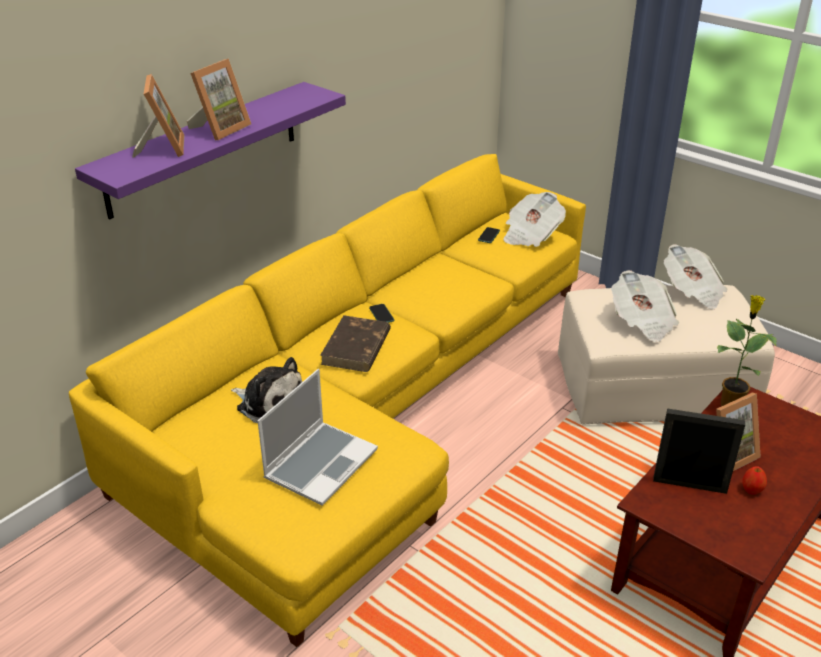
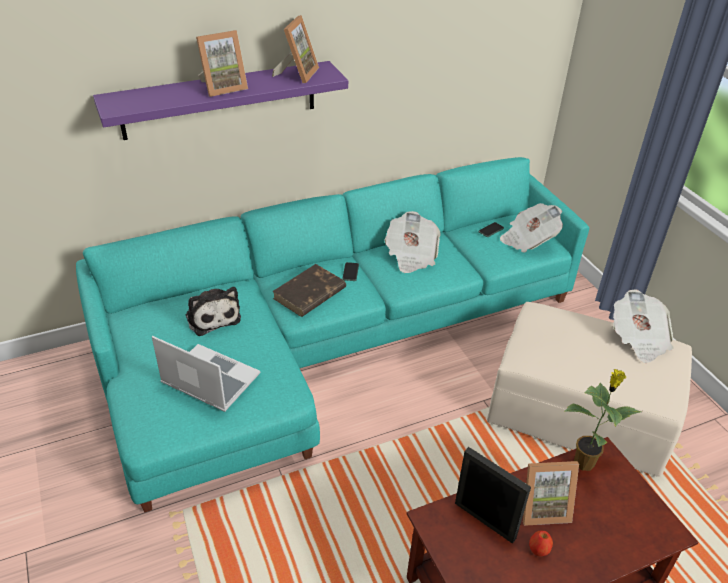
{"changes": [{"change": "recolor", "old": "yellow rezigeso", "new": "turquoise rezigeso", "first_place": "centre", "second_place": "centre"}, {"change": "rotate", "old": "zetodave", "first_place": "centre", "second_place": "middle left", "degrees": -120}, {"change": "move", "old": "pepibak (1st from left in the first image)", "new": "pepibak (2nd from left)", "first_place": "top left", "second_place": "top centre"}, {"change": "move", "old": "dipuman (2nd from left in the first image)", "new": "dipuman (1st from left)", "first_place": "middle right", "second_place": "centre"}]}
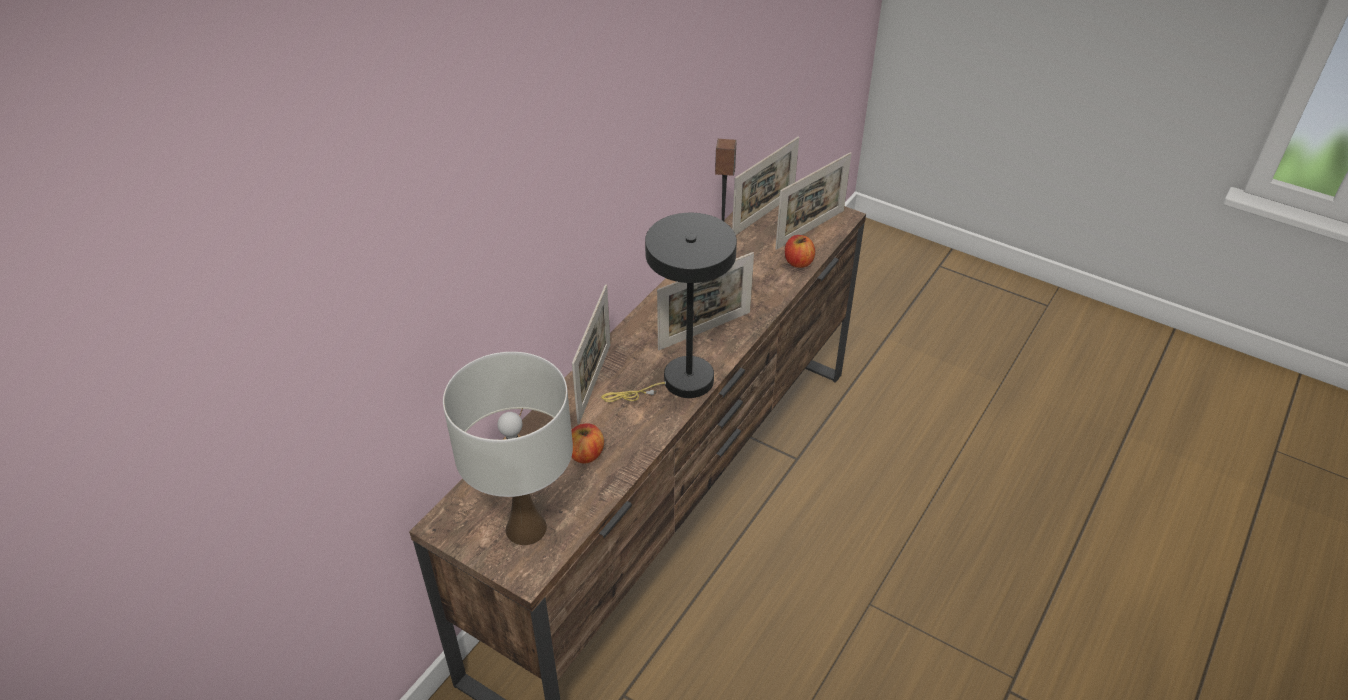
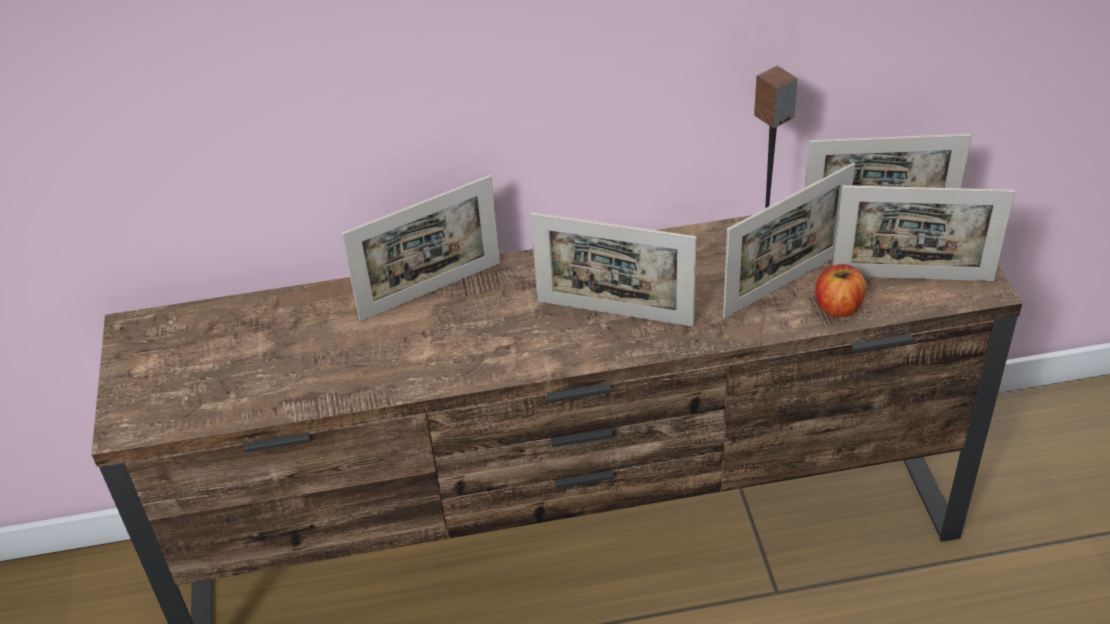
{"changes": [{"change": "insert", "new": "pepibak (3rd from left)", "second_place": "middle right"}, {"change": "delete", "old": "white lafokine", "first_place": "centre"}, {"change": "delete", "old": "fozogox (1st from left)", "first_place": "centre"}, {"change": "delete", "old": "black lafokine", "first_place": "centre"}]}
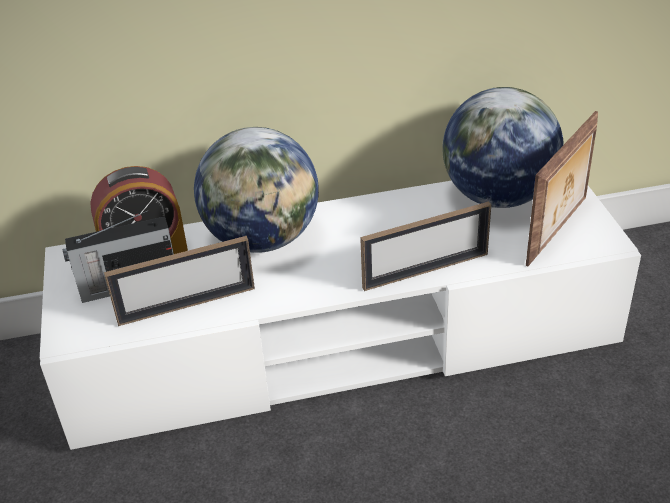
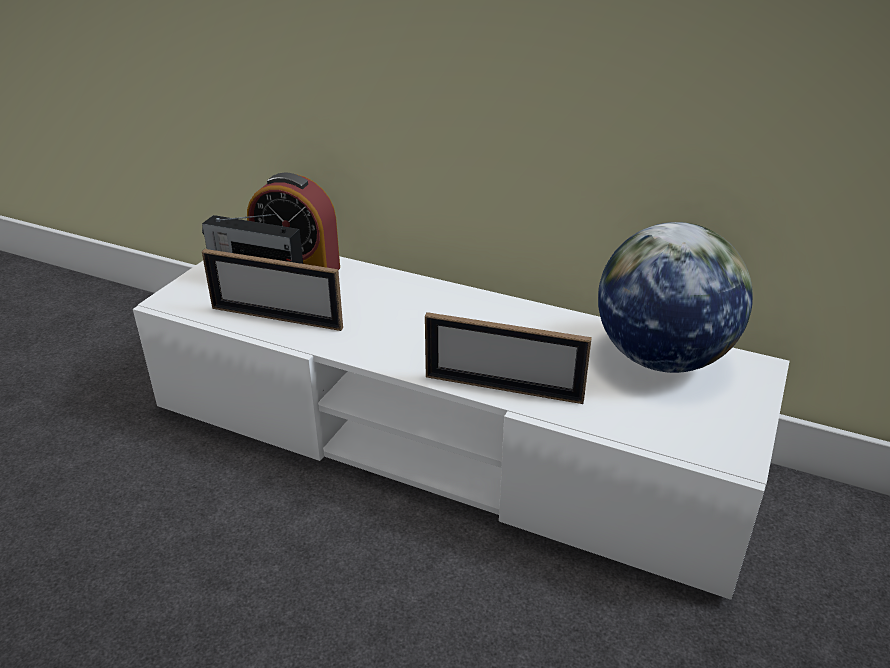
{"changes": [{"change": "delete", "old": "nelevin (1st from left)", "first_place": "centre"}, {"change": "delete", "old": "pepibak (3rd from left)", "first_place": "middle right"}]}
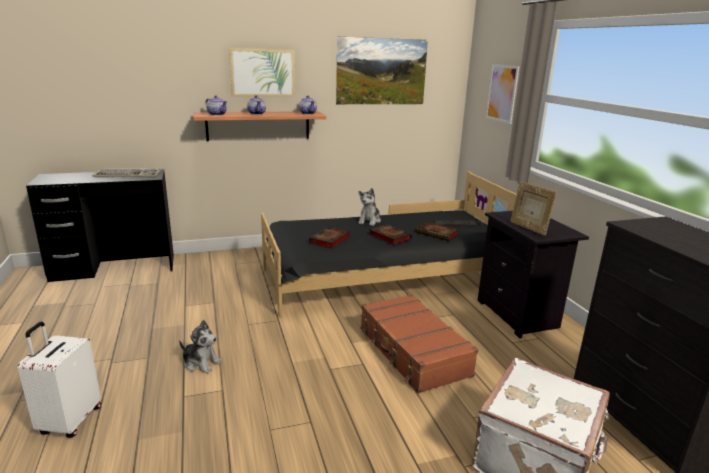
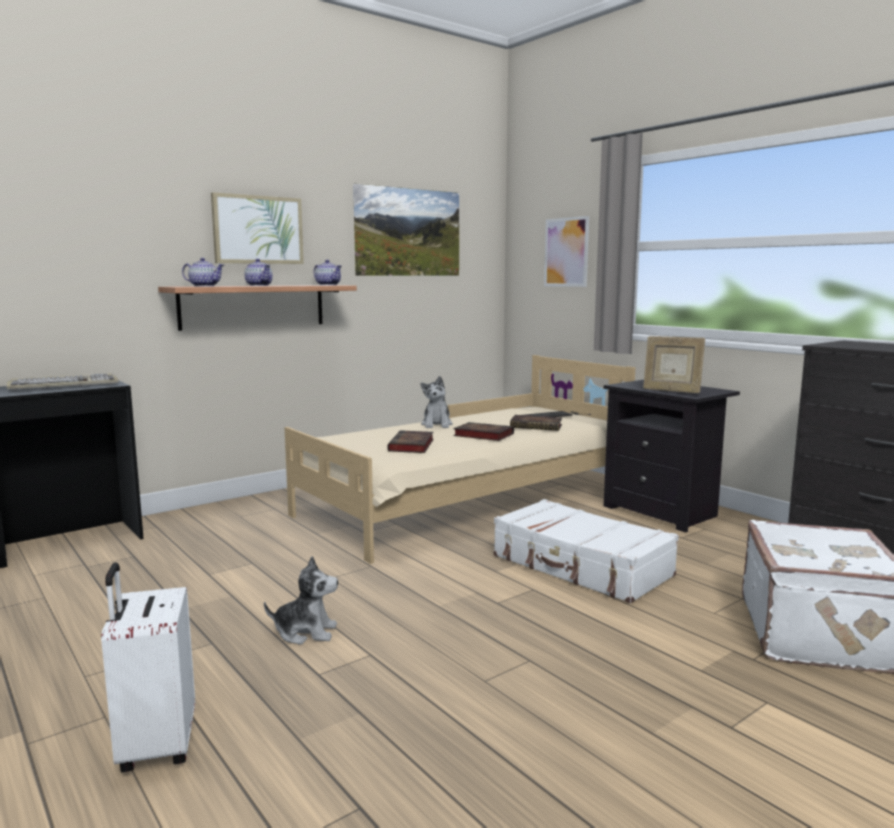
{"changes": [{"change": "recolor", "old": "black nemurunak", "new": "beige nemurunak", "first_place": "centre", "second_place": "centre"}, {"change": "recolor", "old": "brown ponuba", "new": "white ponuba (2nd from left)", "first_place": "bottom centre", "second_place": "centre"}]}
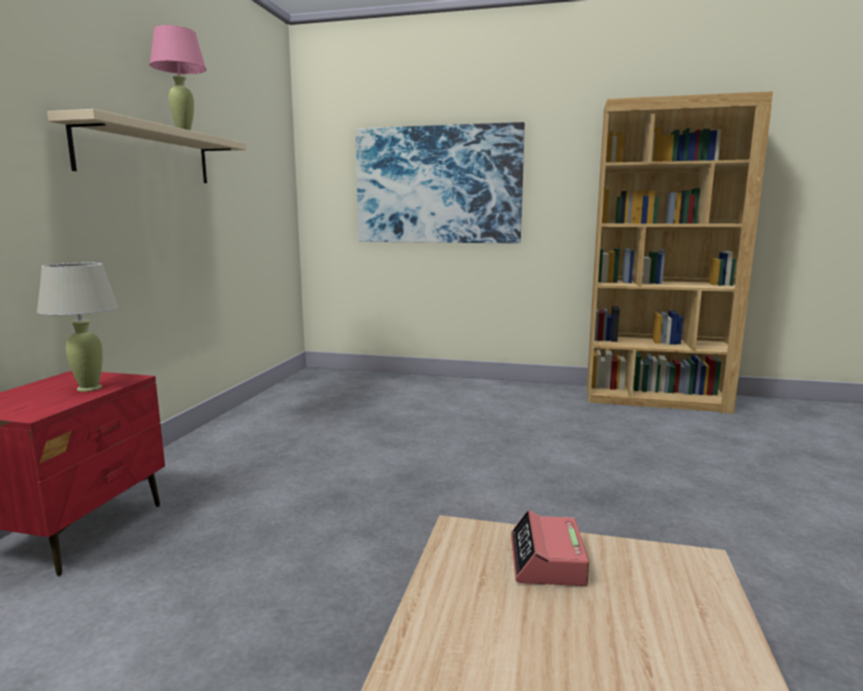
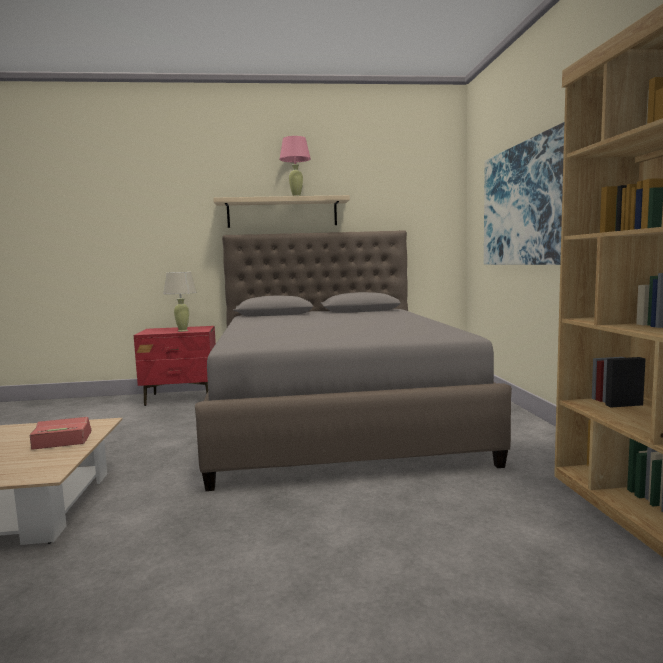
{"changes": [{"change": "insert", "new": "grey nemurunak", "second_place": "centre"}]}
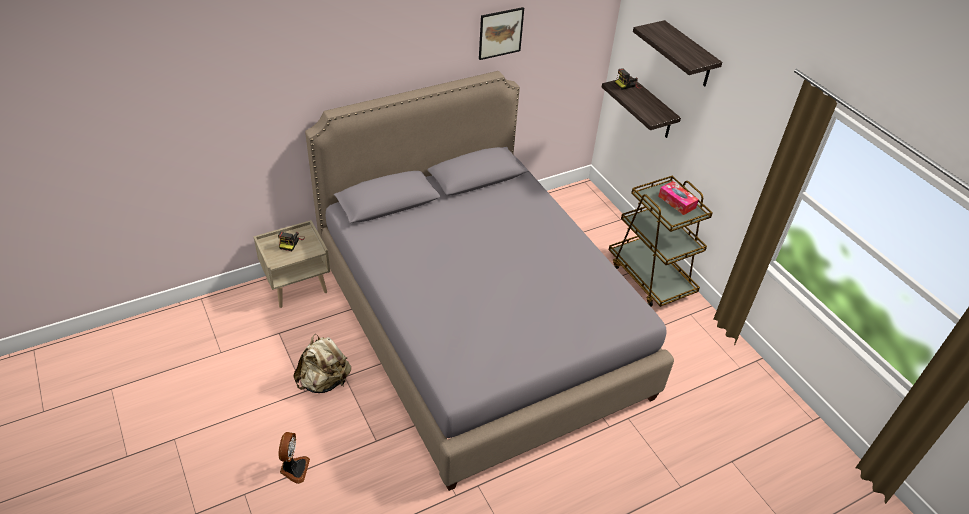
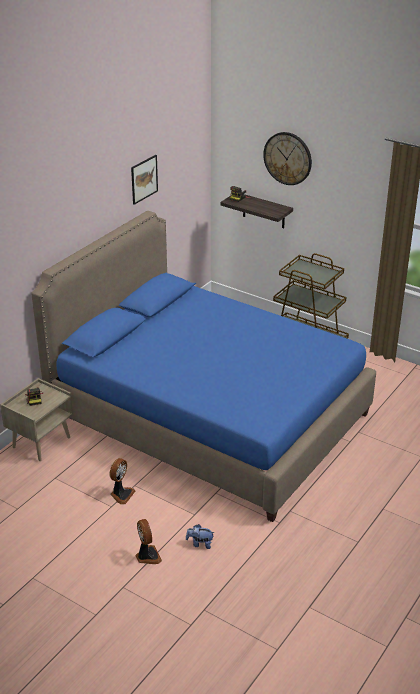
{"changes": [{"change": "recolor", "old": "grey nemurunak", "new": "blue nemurunak", "first_place": "centre", "second_place": "centre"}, {"change": "replace", "old": "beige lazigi", "new": "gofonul (1st from left)", "first_place": "bottom left", "second_place": "bottom left"}, {"change": "insert", "new": "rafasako", "second_place": "bottom centre"}, {"change": "replace", "old": "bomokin (2nd from left)", "new": "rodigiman", "first_place": "top right", "second_place": "top right"}, {"change": "delete", "old": "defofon", "first_place": "middle right"}]}
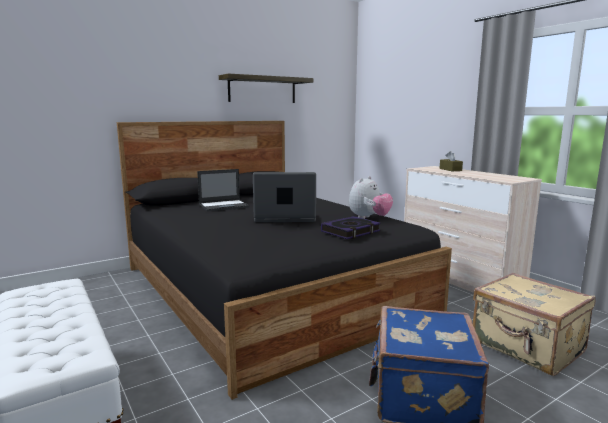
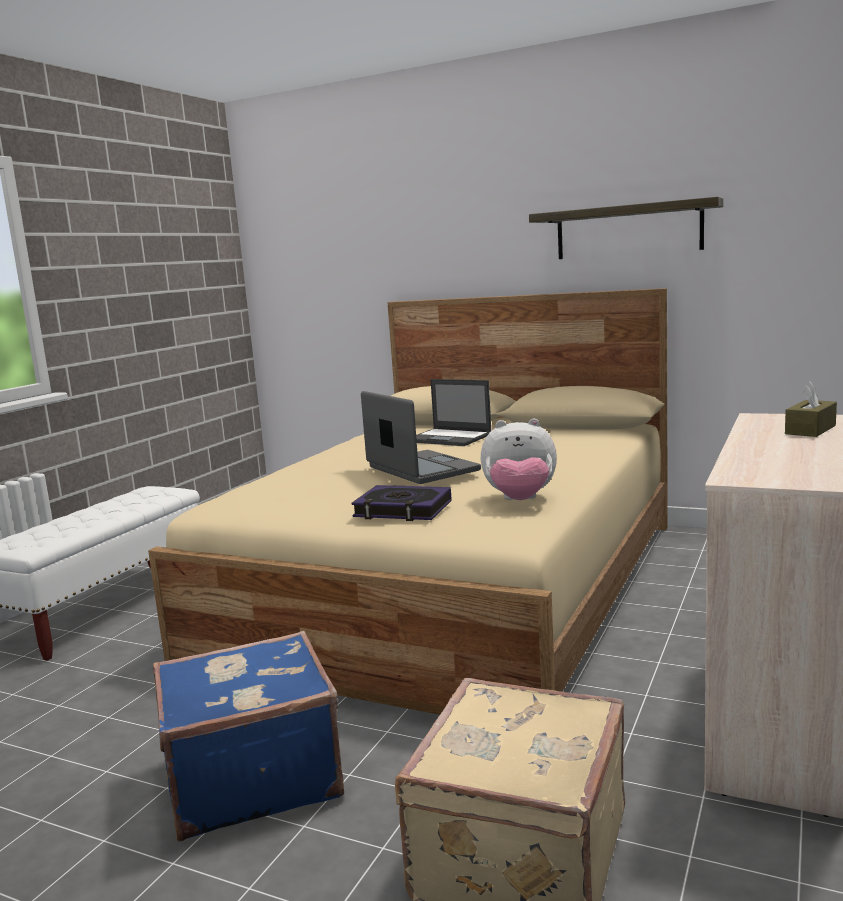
{"changes": [{"change": "recolor", "old": "black nemurunak", "new": "beige nemurunak", "first_place": "centre", "second_place": "centre"}]}
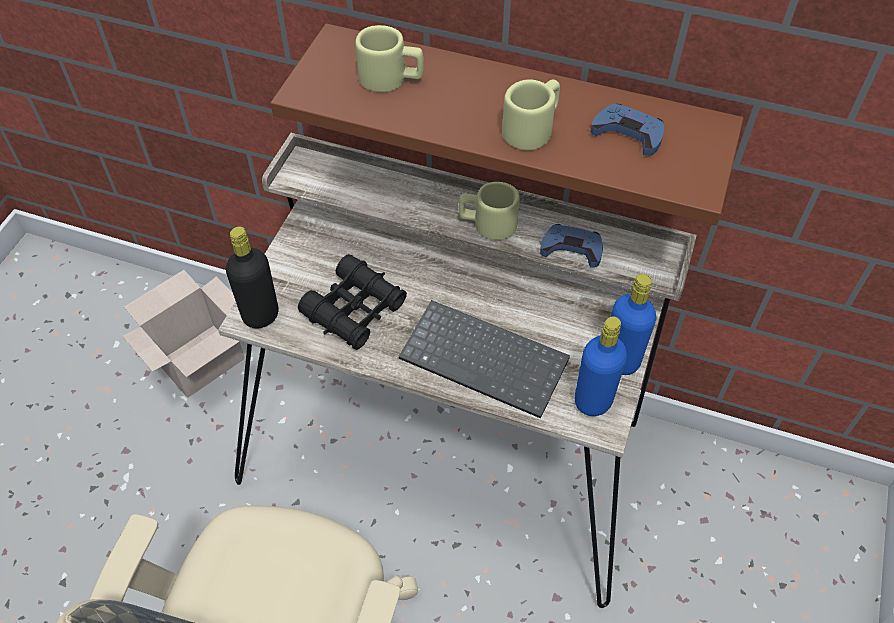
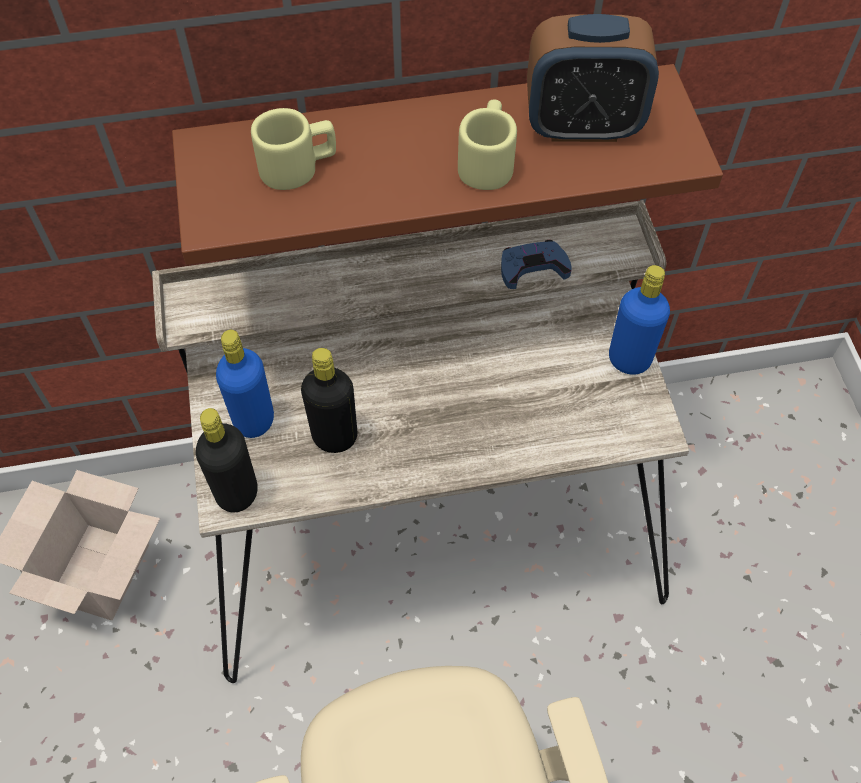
{"changes": [{"change": "move", "old": "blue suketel (1st from left)", "first_place": "middle right", "second_place": "middle left"}, {"change": "replace", "old": "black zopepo", "new": "black suketel (2nd from left)", "first_place": "centre", "second_place": "centre"}, {"change": "replace", "old": "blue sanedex (2nd from left)", "new": "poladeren", "first_place": "top right", "second_place": "top right"}, {"change": "delete", "old": "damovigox", "first_place": "centre"}, {"change": "delete", "old": "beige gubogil (2nd from left)", "first_place": "centre"}]}
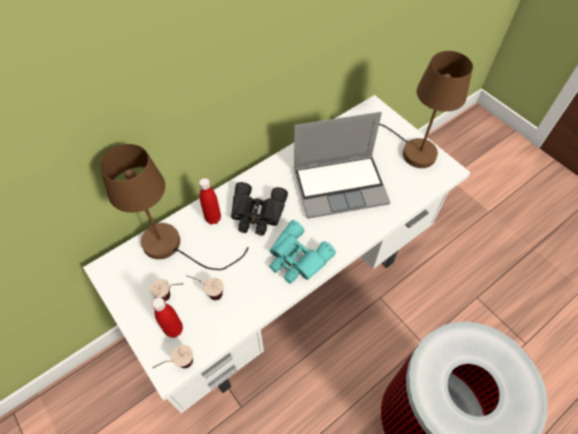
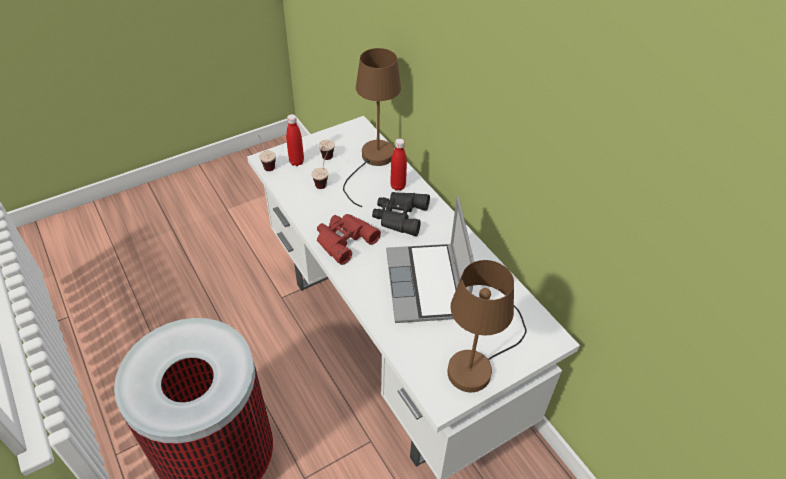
{"changes": [{"change": "recolor", "old": "turquoise zopepo", "new": "red zopepo", "first_place": "centre", "second_place": "centre"}]}
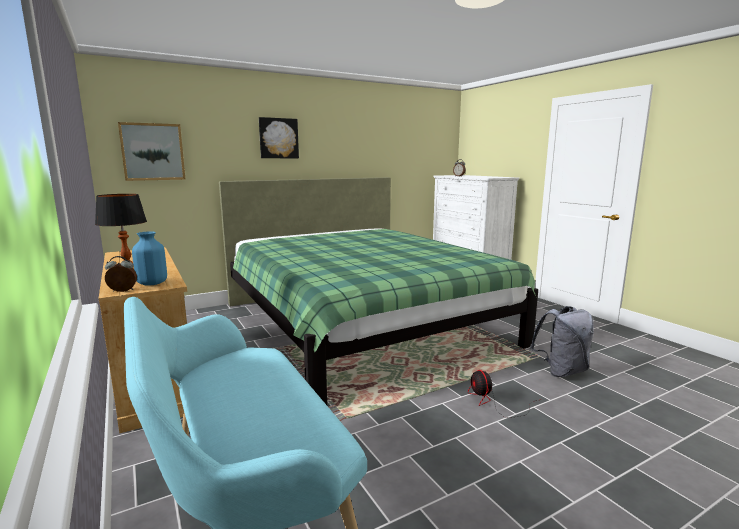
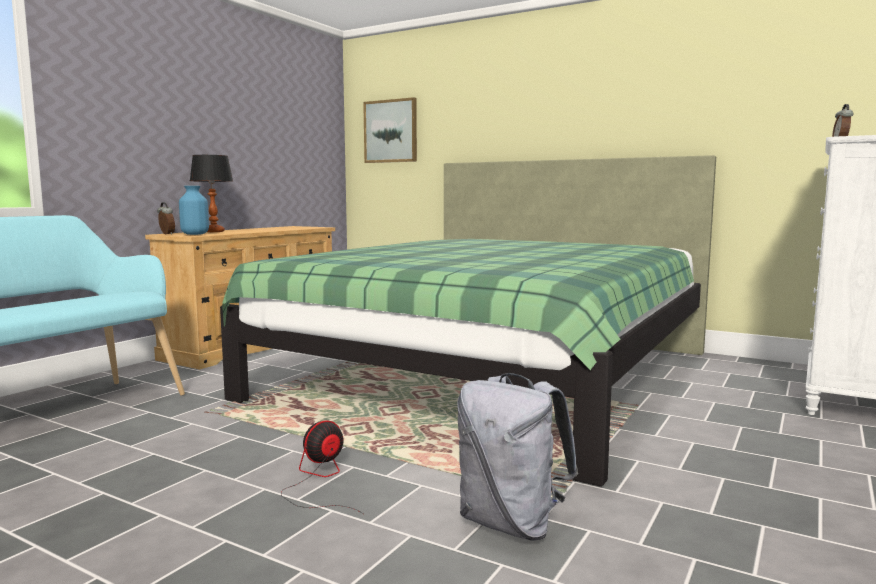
{"changes": [{"change": "delete", "old": "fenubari (2nd from left)", "first_place": "top centre"}]}
